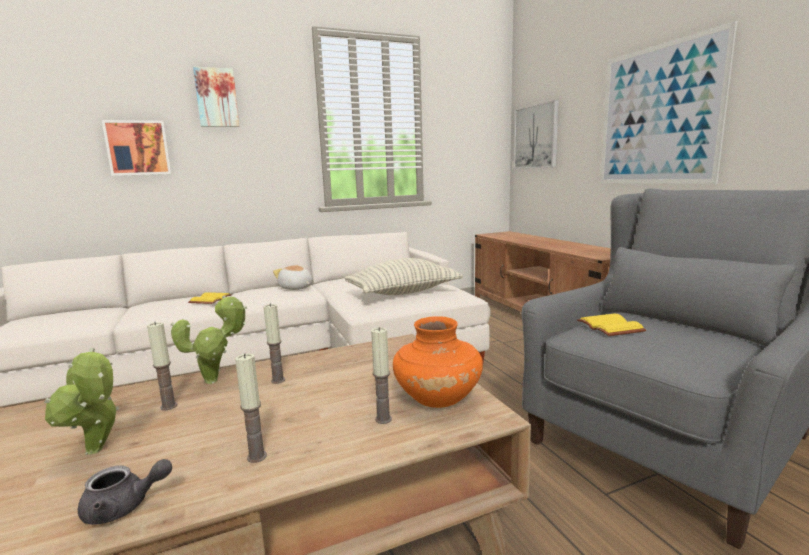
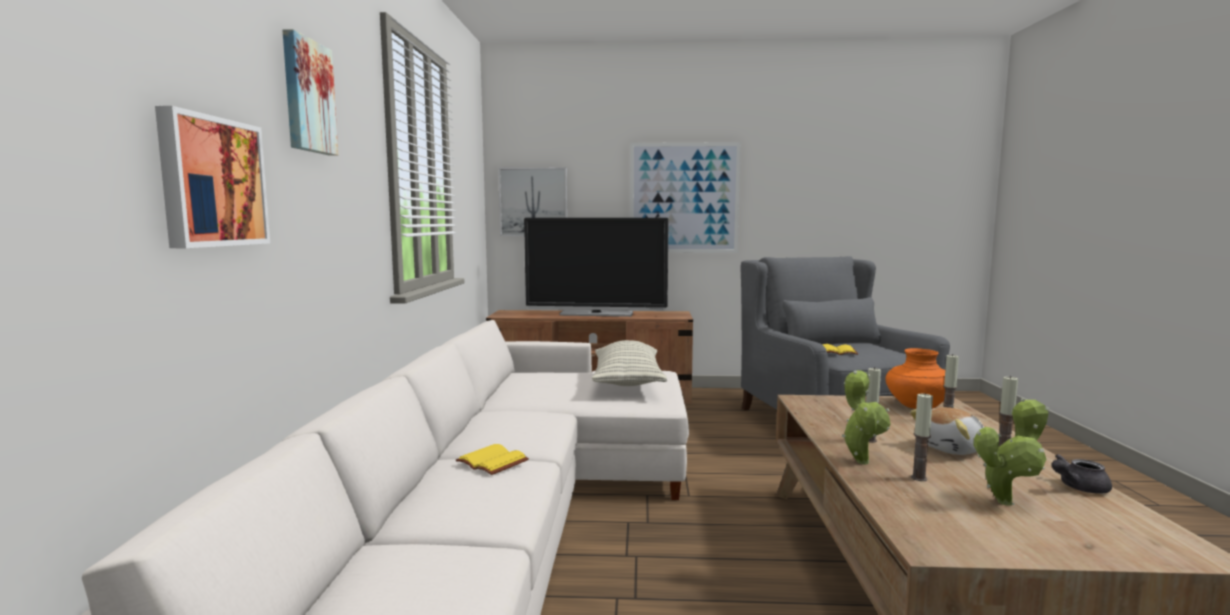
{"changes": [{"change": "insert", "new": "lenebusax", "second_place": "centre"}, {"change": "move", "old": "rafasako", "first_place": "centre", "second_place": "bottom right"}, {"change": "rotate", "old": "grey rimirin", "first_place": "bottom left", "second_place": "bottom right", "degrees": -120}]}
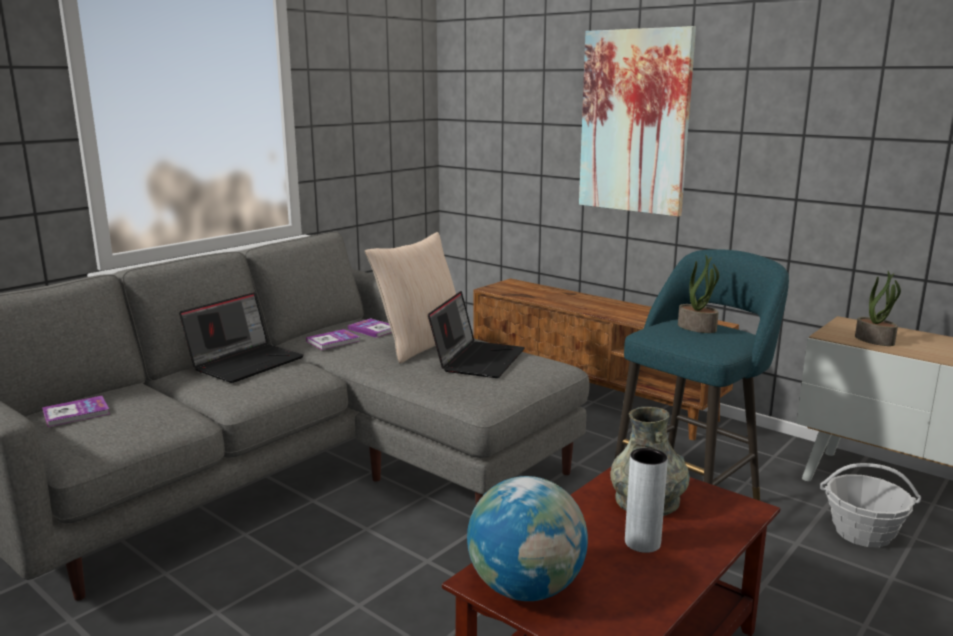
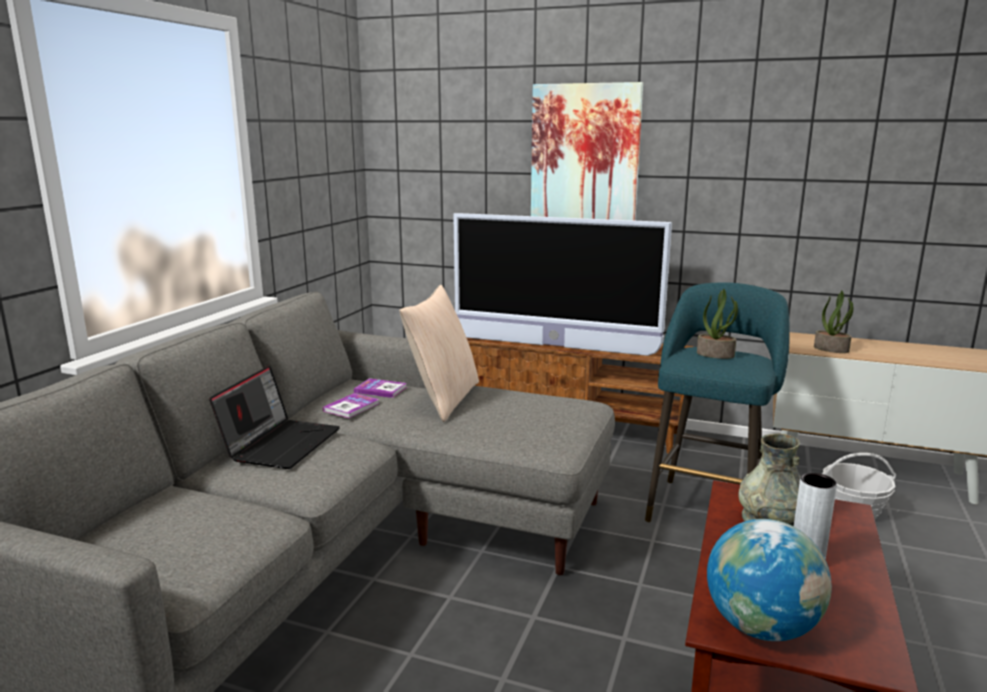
{"changes": [{"change": "insert", "new": "lenebusax", "second_place": "centre"}, {"change": "delete", "old": "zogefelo (1st from left)", "first_place": "middle left"}, {"change": "delete", "old": "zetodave (2nd from left)", "first_place": "centre"}]}
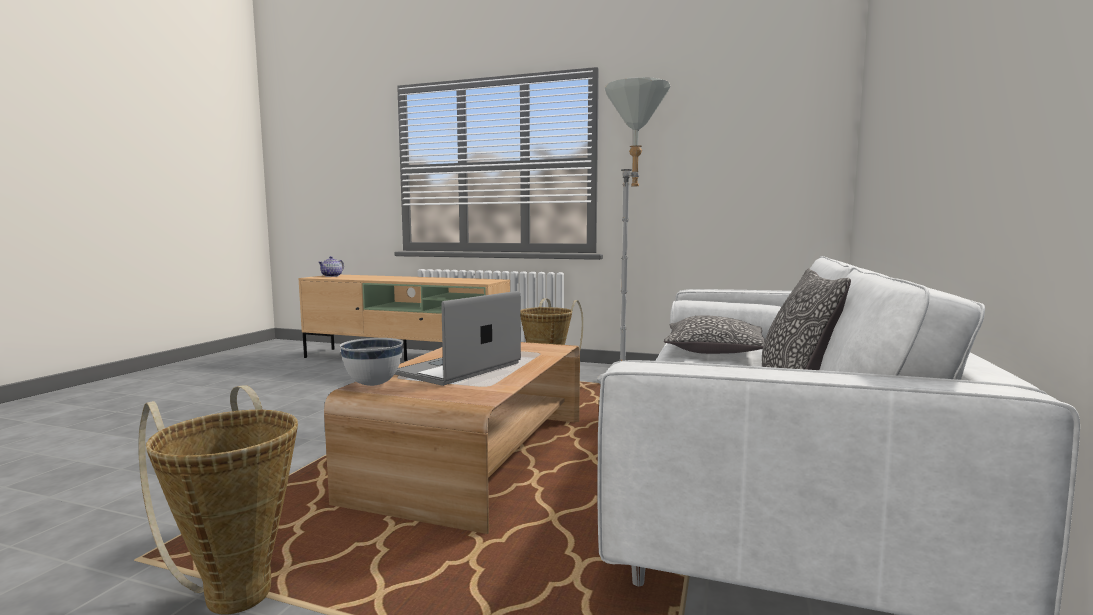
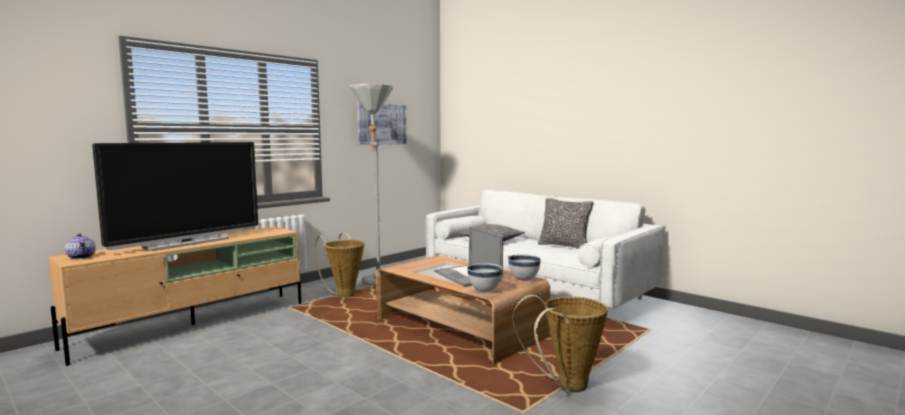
{"changes": [{"change": "insert", "new": "lenebusax", "second_place": "middle left"}, {"change": "insert", "new": "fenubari", "second_place": "top centre"}, {"change": "insert", "new": "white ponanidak (2nd from left)", "second_place": "centre"}]}
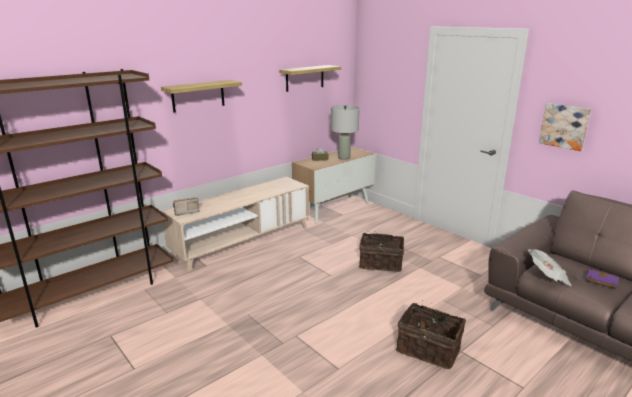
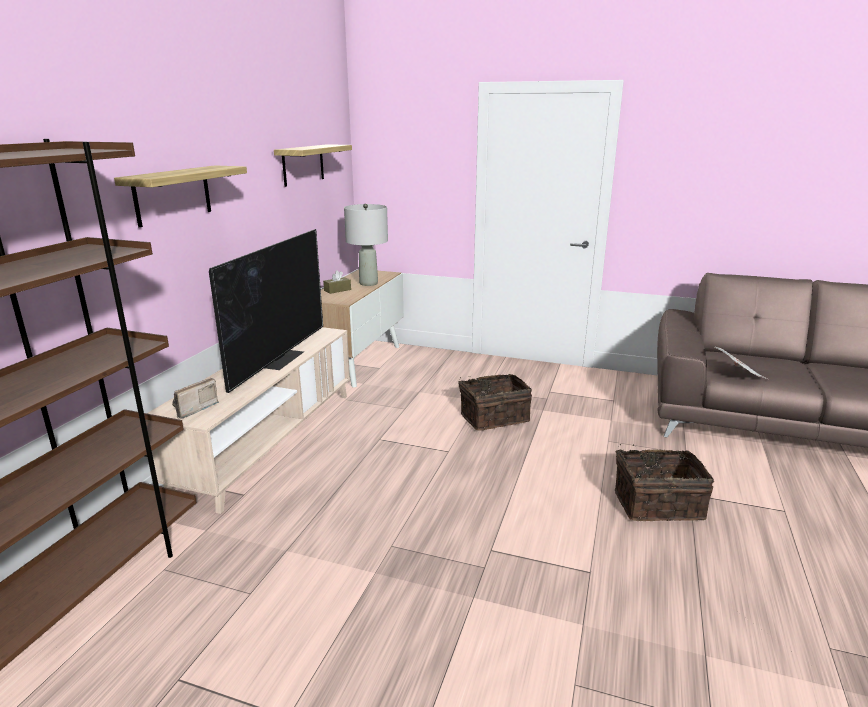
{"changes": [{"change": "insert", "new": "lenebusax", "second_place": "middle left"}, {"change": "delete", "old": "fenubari", "first_place": "top right"}, {"change": "delete", "old": "purple zogefelo", "first_place": "bottom right"}]}
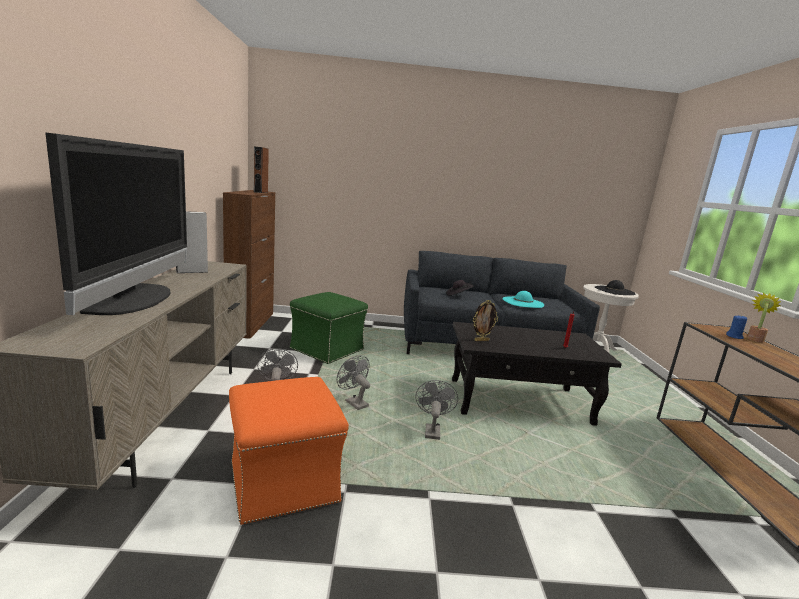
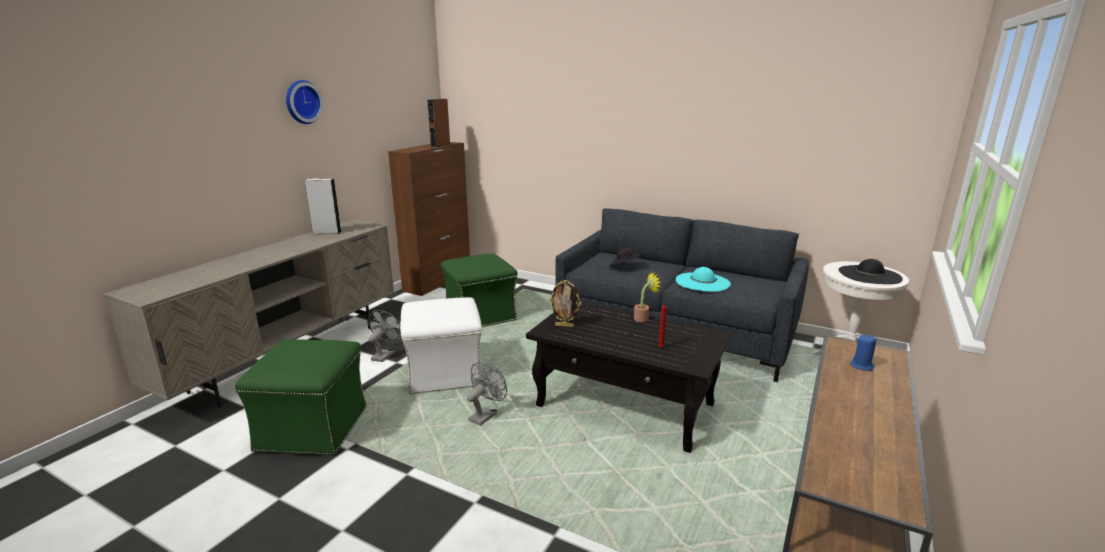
{"changes": [{"change": "recolor", "old": "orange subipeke", "new": "green subipeke (1st from left)", "first_place": "bottom centre", "second_place": "bottom left"}, {"change": "insert", "new": "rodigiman", "second_place": "top left"}, {"change": "replace", "old": "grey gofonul (2nd from left)", "new": "white subipeke", "first_place": "centre", "second_place": "centre"}, {"change": "move", "old": "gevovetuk", "first_place": "middle right", "second_place": "centre"}, {"change": "delete", "old": "lenebusax", "first_place": "middle left"}]}
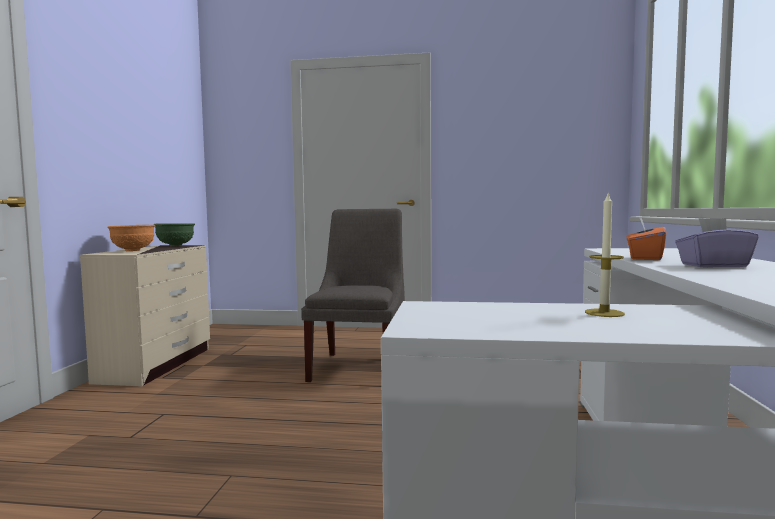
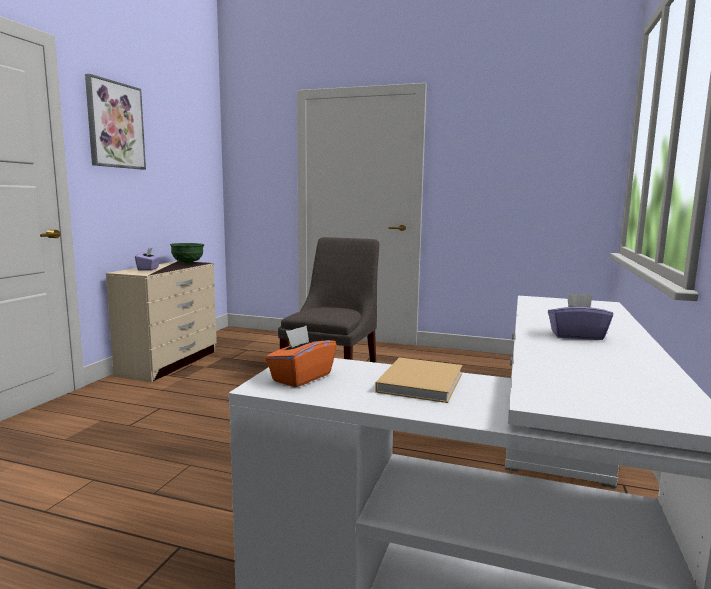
{"changes": [{"change": "insert", "new": "fenubari", "second_place": "top left"}, {"change": "replace", "old": "orange ponanidak", "new": "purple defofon (1st from left)", "first_place": "middle left", "second_place": "middle left"}, {"change": "move", "old": "orange defofon", "first_place": "middle right", "second_place": "centre"}, {"change": "replace", "old": "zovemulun", "new": "beige zogefelo", "first_place": "middle right", "second_place": "centre"}]}
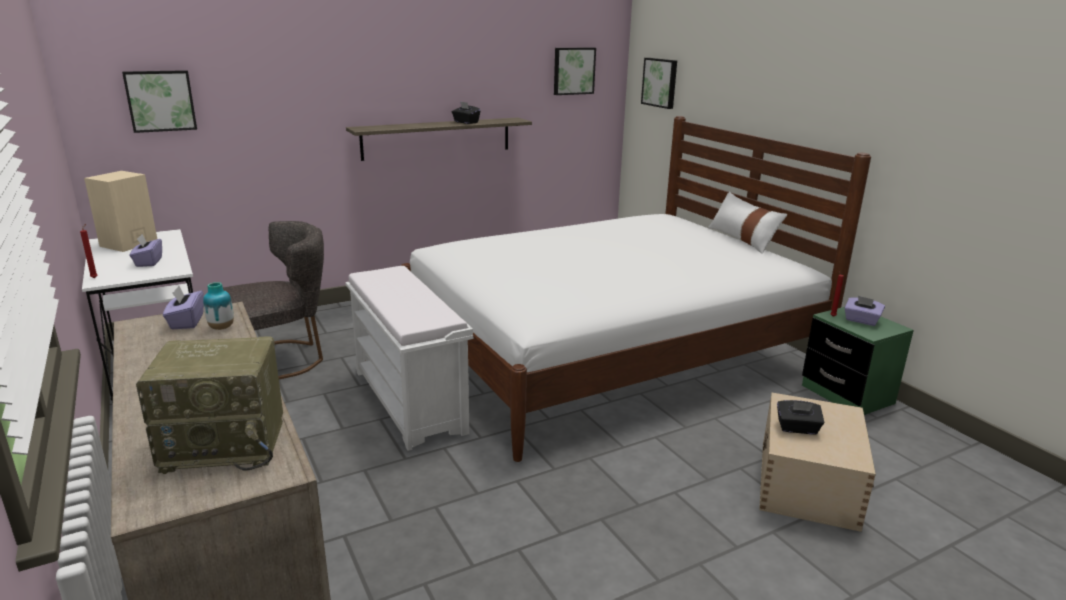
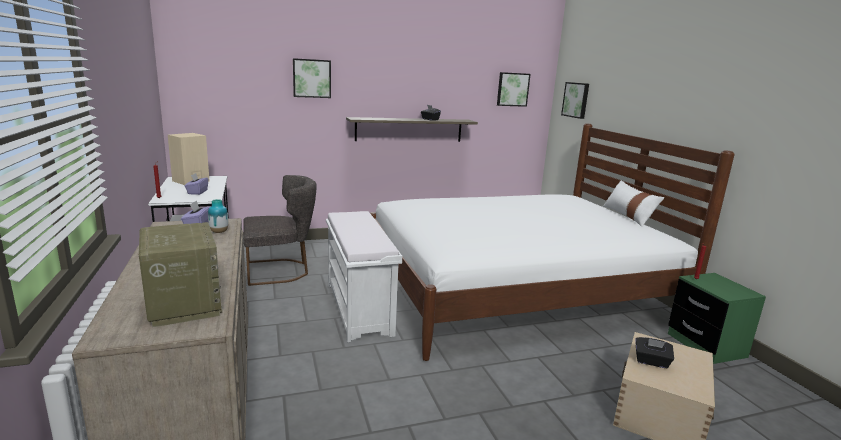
{"changes": [{"change": "rotate", "old": "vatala", "first_place": "bottom left", "second_place": "middle left", "degrees": -120}, {"change": "move", "old": "fenubari (1st from left)", "first_place": "top left", "second_place": "top centre"}, {"change": "delete", "old": "purple defofon (3rd from left)", "first_place": "middle right"}]}
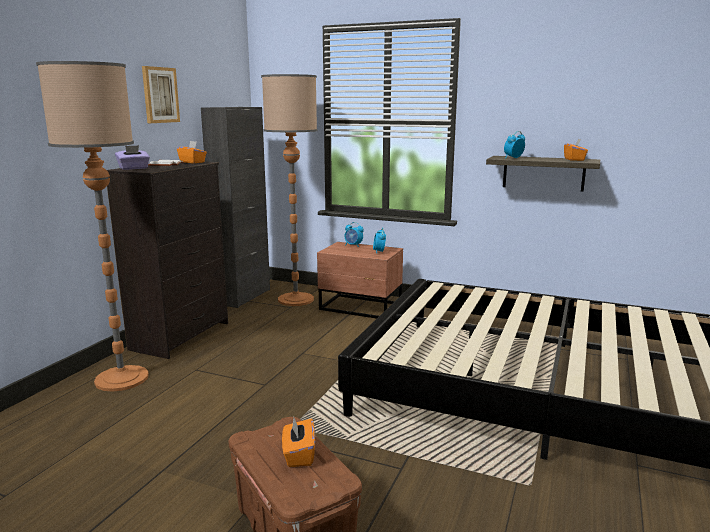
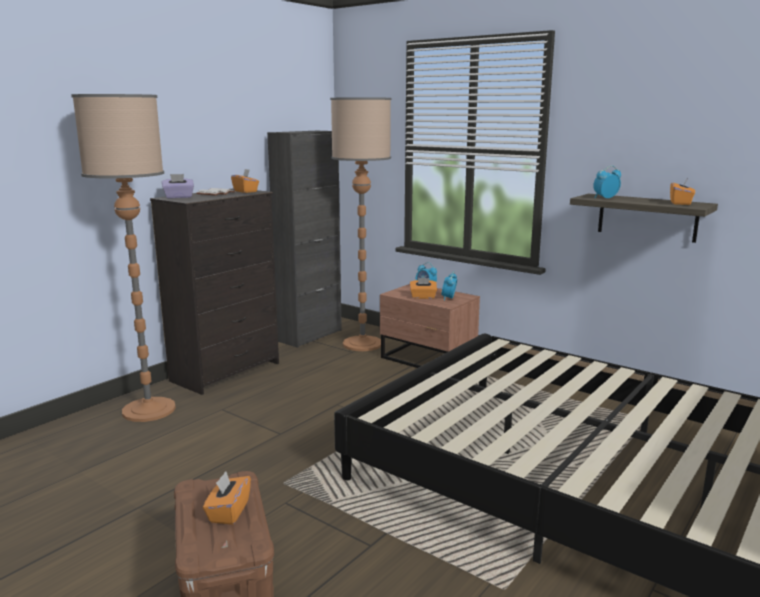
{"changes": [{"change": "insert", "new": "orange defofon (3rd from left)", "second_place": "centre"}, {"change": "delete", "old": "fenubari", "first_place": "top left"}]}
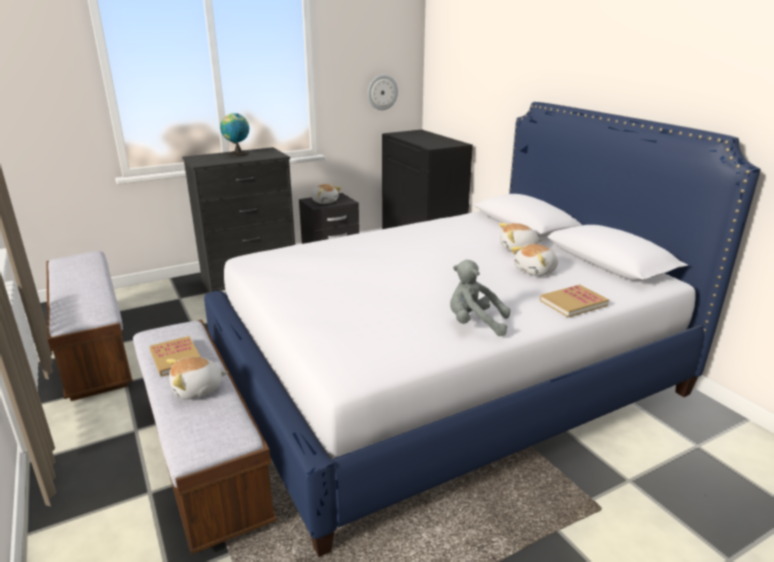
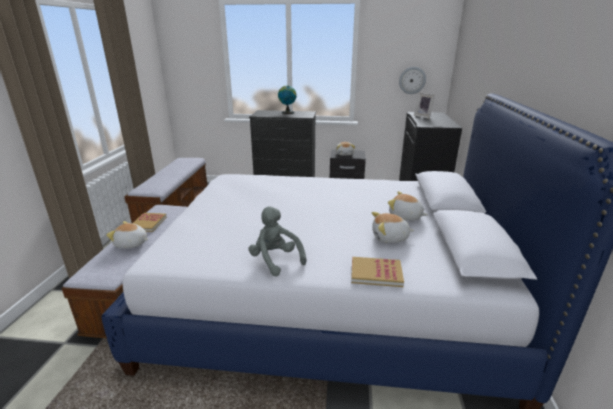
{"changes": [{"change": "insert", "new": "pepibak", "second_place": "top right"}]}
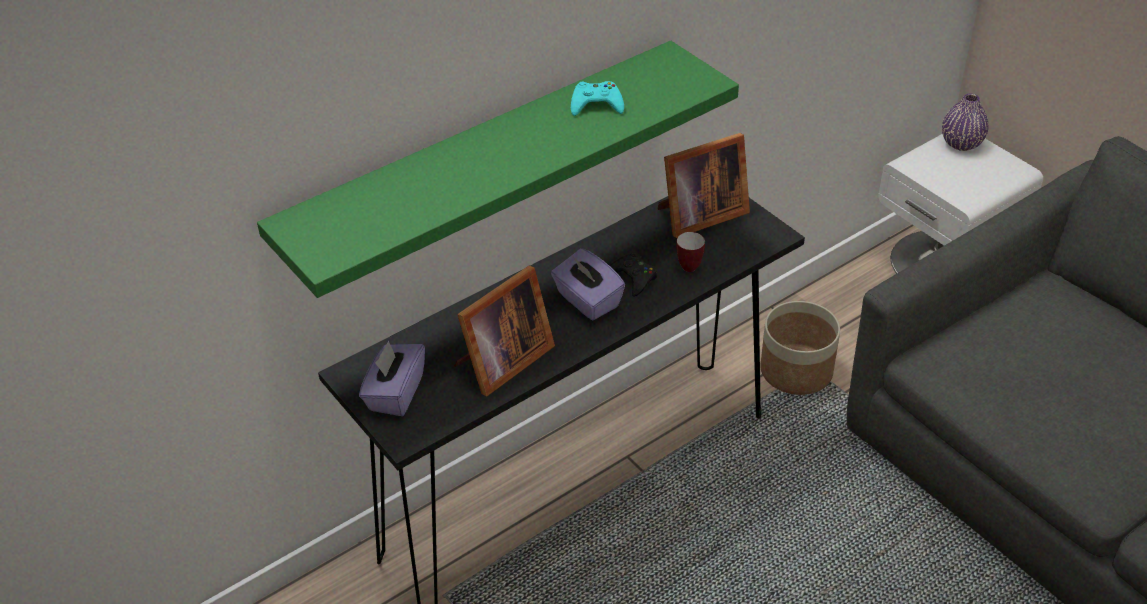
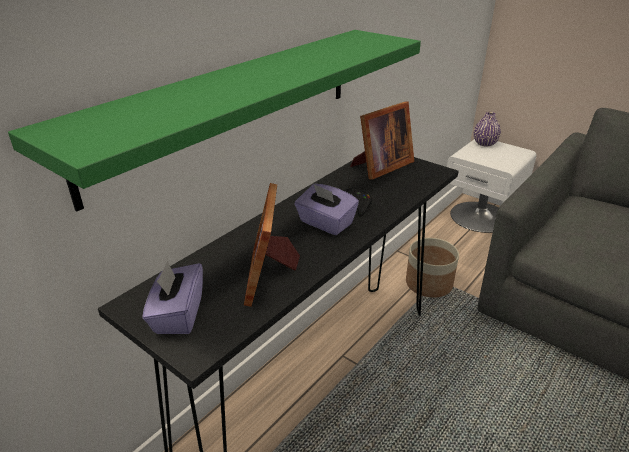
{"changes": [{"change": "rotate", "old": "pepibak (1st from left)", "first_place": "centre", "second_place": "centre", "degrees": 150}, {"change": "delete", "old": "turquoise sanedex", "first_place": "top centre"}, {"change": "delete", "old": "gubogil", "first_place": "centre"}]}
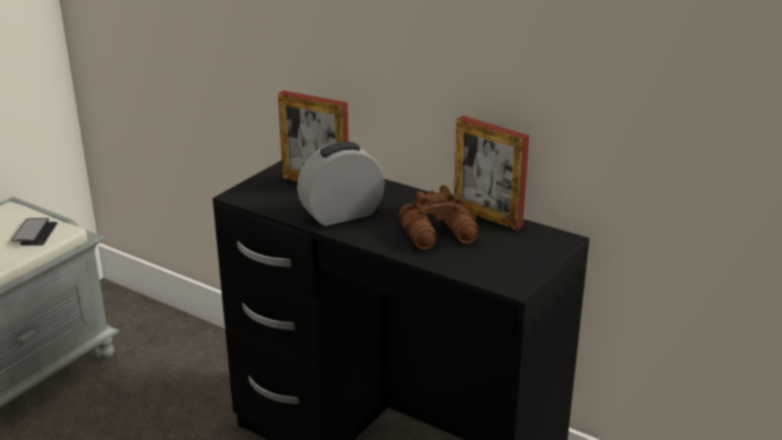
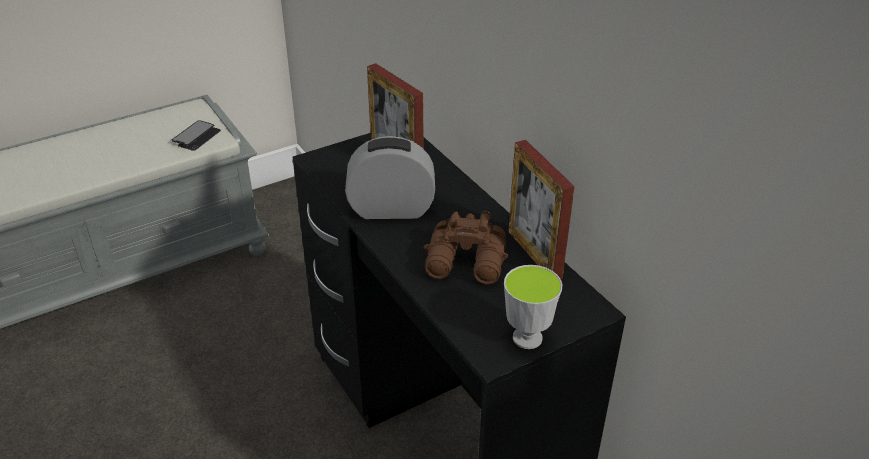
{"changes": [{"change": "insert", "new": "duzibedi", "second_place": "bottom centre"}]}
